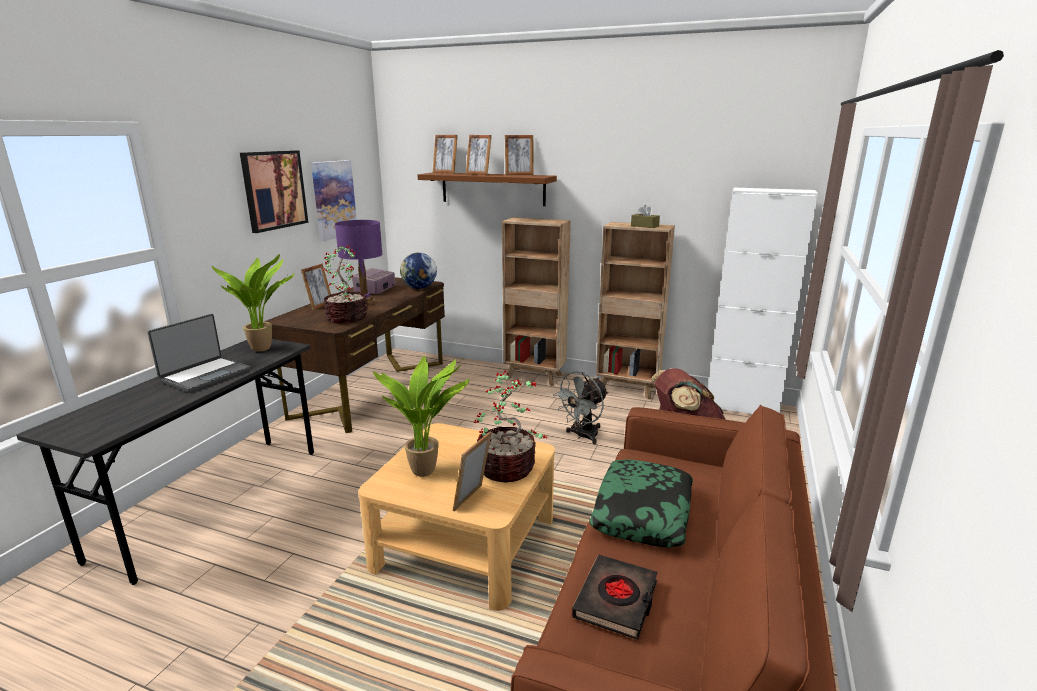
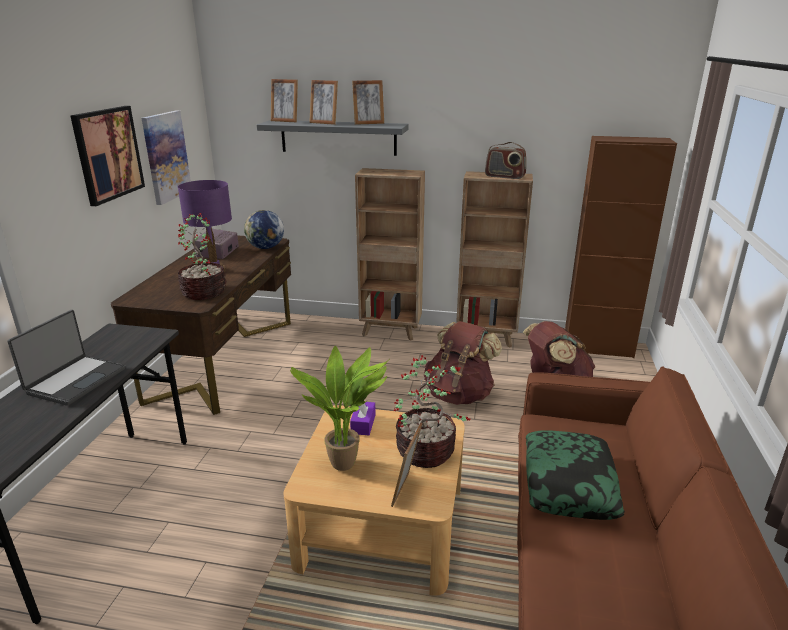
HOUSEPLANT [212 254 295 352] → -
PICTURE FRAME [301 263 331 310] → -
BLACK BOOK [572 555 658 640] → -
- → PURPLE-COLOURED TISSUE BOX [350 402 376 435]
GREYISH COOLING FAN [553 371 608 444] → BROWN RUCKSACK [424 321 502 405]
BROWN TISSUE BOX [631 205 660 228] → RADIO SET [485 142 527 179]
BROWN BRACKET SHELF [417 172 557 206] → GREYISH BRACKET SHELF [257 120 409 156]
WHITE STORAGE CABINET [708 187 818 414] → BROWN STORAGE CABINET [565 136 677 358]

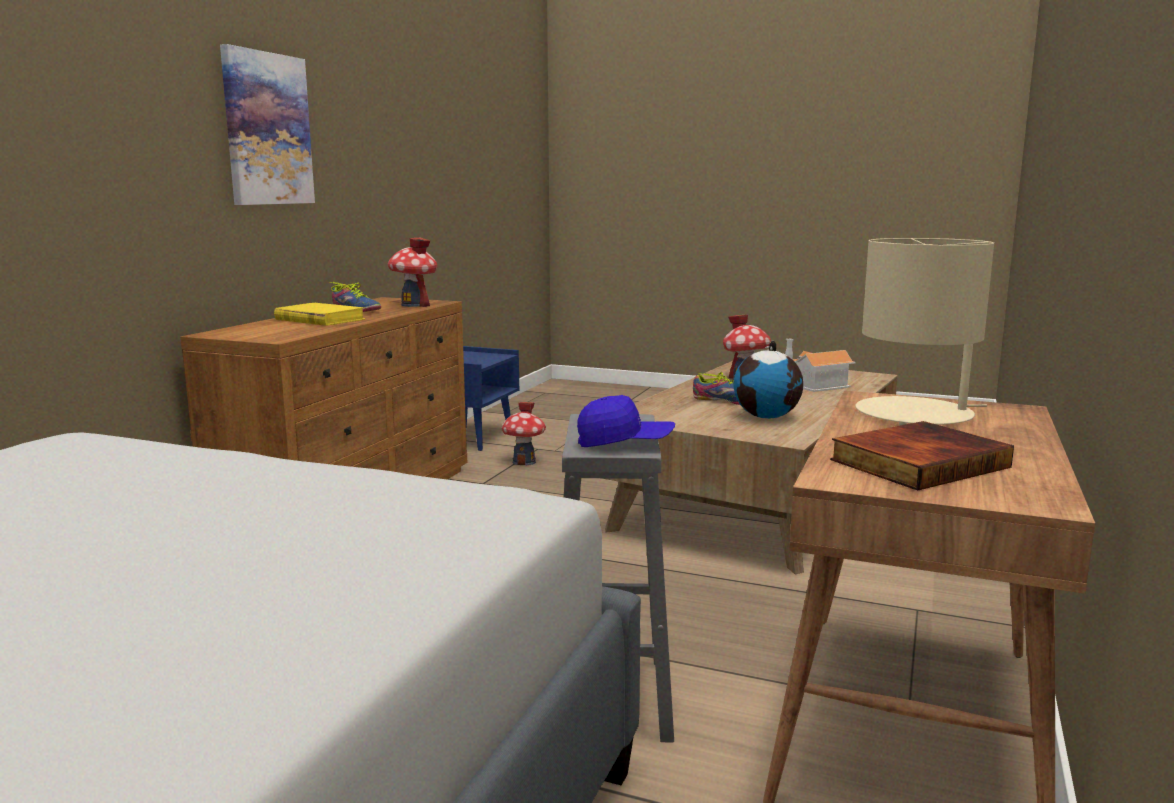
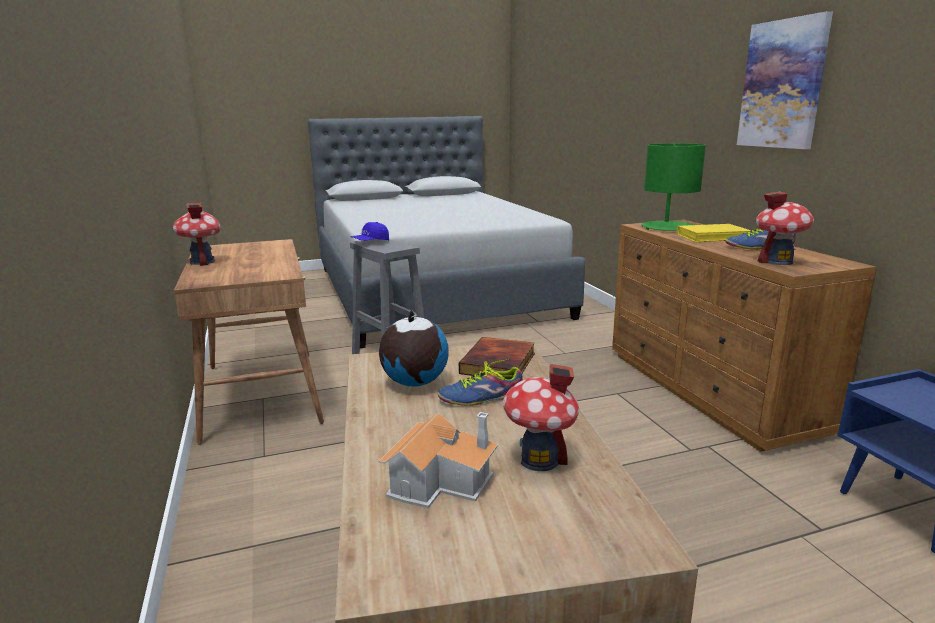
BEIGE LAMP FOR A TABLE [855 238 994 426] → -
- → GREEN LAMP FOR A TABLE [641 143 706 231]
MODEL HOUSE [502 402 546 466] → MODEL HOUSE [172 203 221 266], moved
BOOK [830 421 1014 491] → BOOK [459 337 535 376], moved

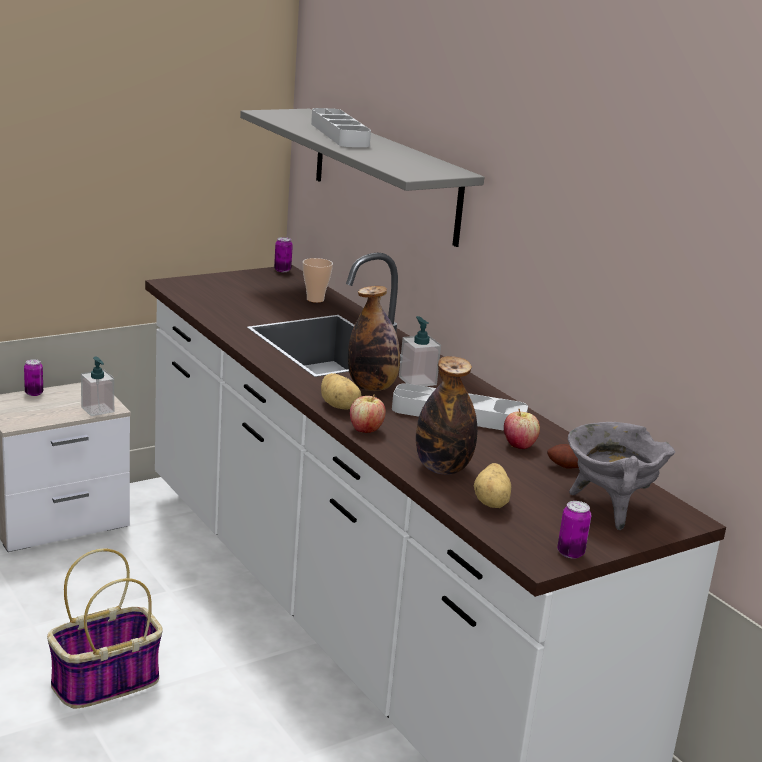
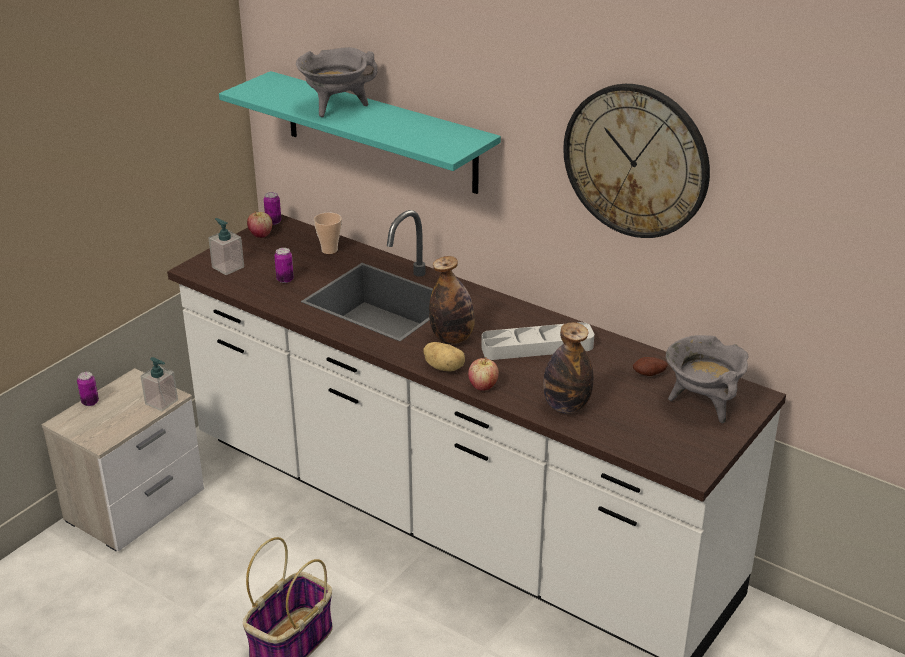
WHOLE POTATO [474 463 511 508] → -
- → CLOCK ON THE WALL [563 84 710 238]
SOAP DISPENSER [399 316 441 386] → SOAP DISPENSER [208 218 244 275], moved
APPLE [504 409 540 449] → APPLE [247 211 272 238], moved
METAL CAN [557 501 591 559] → METAL CAN [274 248 294 283], moved
GREYISH SERVING TRAY [311 108 371 147] → GREYISH STOCKPOT [296 47 378 117]
GREYISH BRACKET SHELF [240 109 484 247] → TURQUOISE-COLOURED BRACKET SHELF [219 71 501 194]

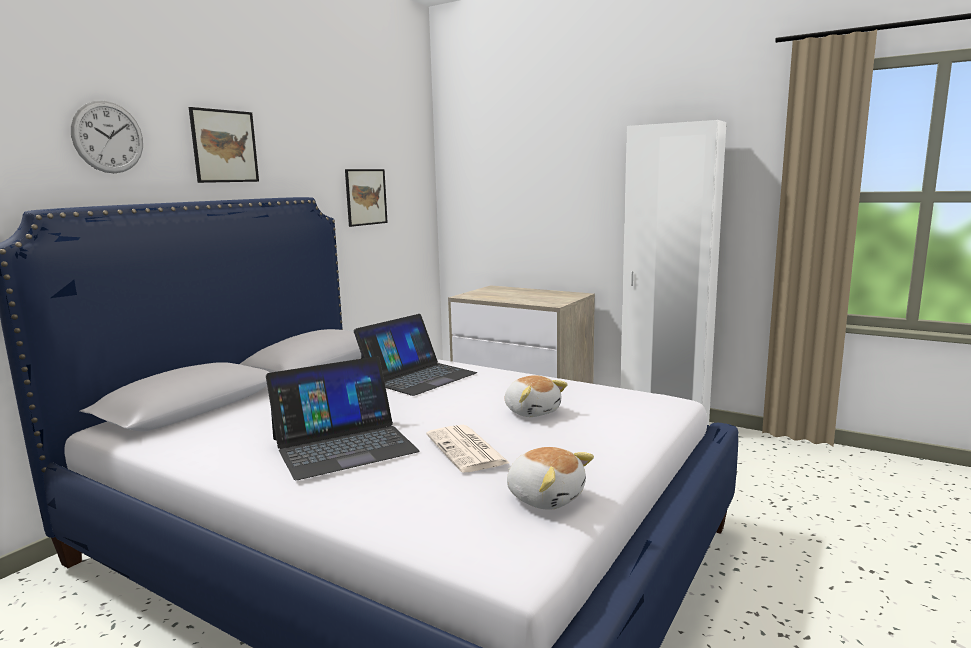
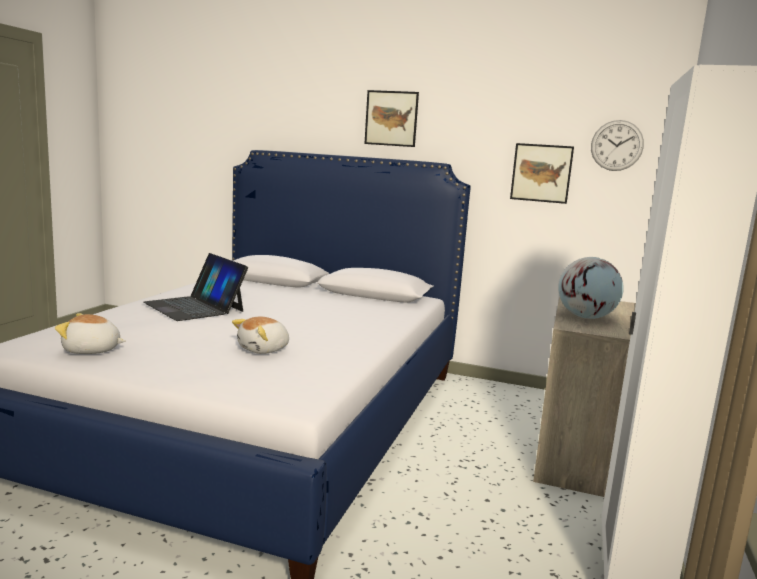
NOTEBOOK COMPUTER [353 314 477 396] → -
DAILY PAPER [426 425 511 473] → -
- → WORLD GLOBE [558 257 624 319]
CLOCK ON THE WALL [71 100 143 173] → CLOCK ON THE WALL [591 120 644 171], moved
PLUSH TOY [507 447 594 510] → PLUSH TOY [55 313 125 354], 60 degrees clockwise

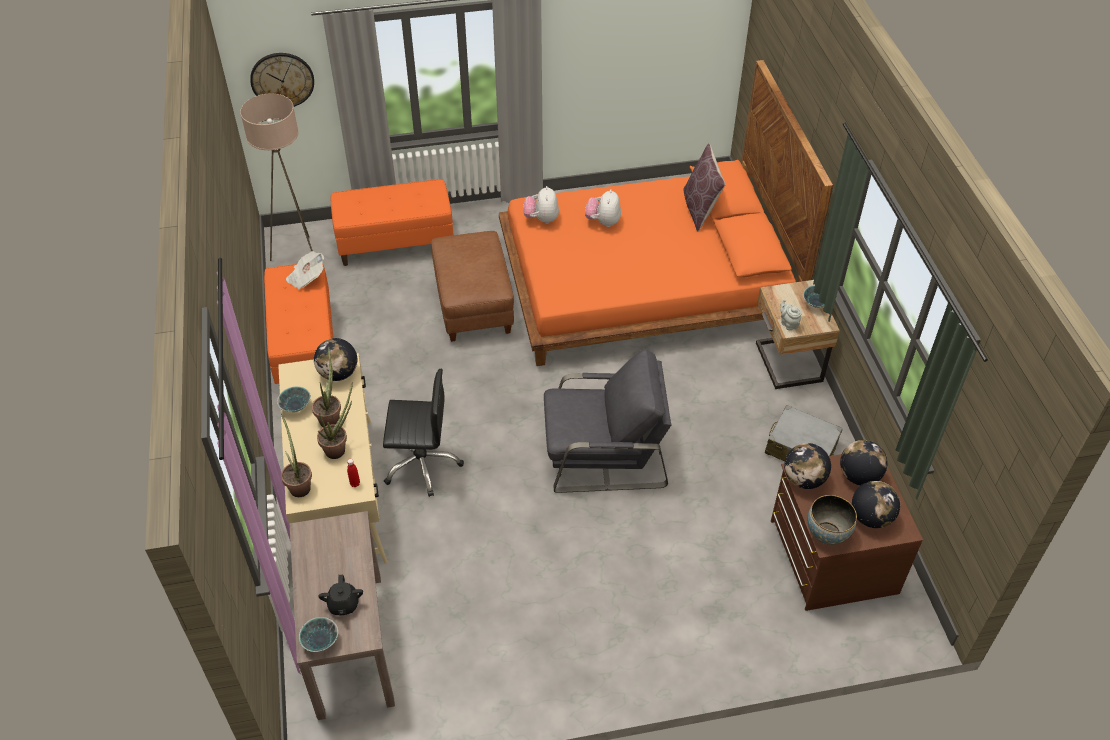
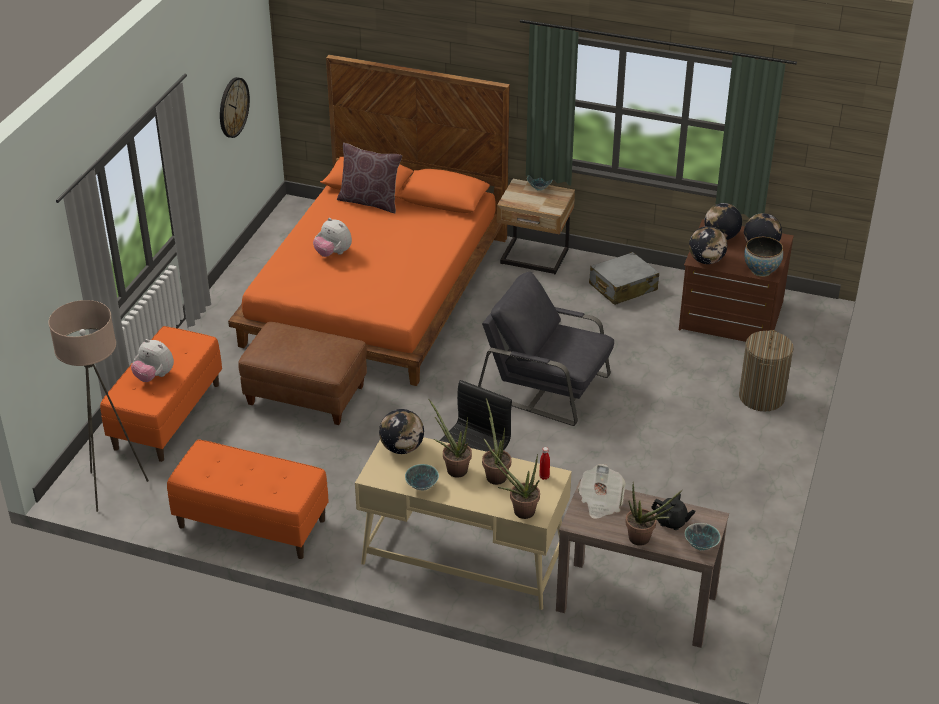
GREYISH TEA POT [780 299 801 330] → -
- → HOUSEPLANT [625 483 682 546]
- → WASHING BASKET [739 330 794 411]
CLOCK ON THE WALL [250 53 314 107] → CLOCK ON THE WALL [220 77 250 138], moved
DAILY PAPER [286 251 324 290] → DAILY PAPER [578 464 626 519], moved
PLUSH TOY [523 186 559 224] → PLUSH TOY [131 339 174 382], moved
GREYISH LOUNGE CHAIR [544 349 672 493] → GREYISH LOUNGE CHAIR [478 271 614 426], 90 degrees counterclockwise

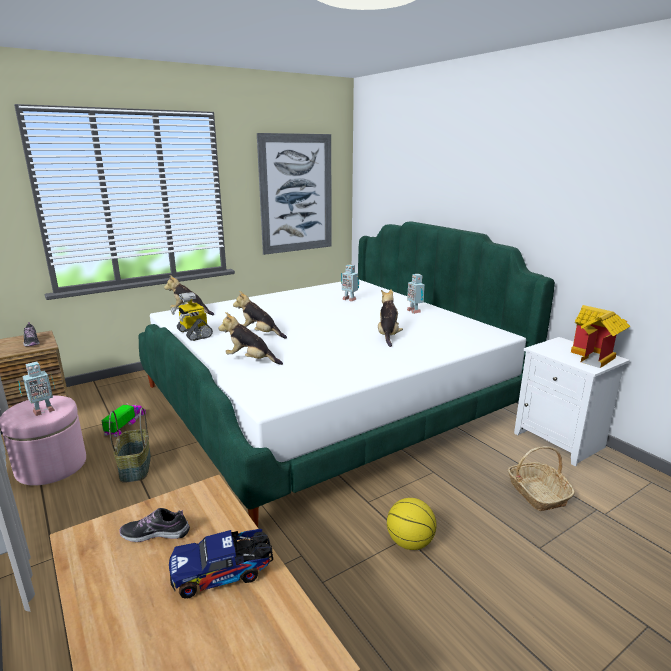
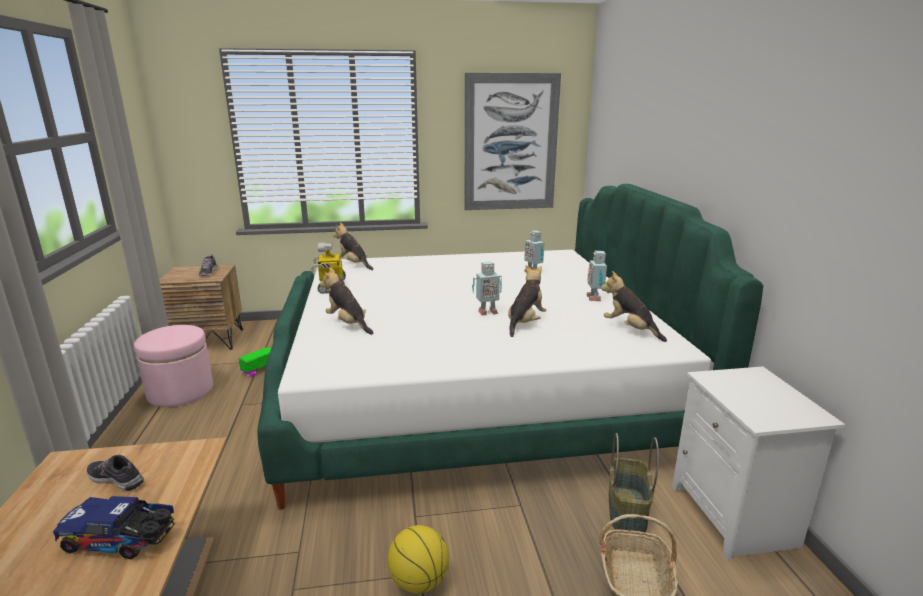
MODEL HOUSE [571 305 630 368] → -
TOY ROBOT [18 361 55 416] → TOY ROBOT [472 261 502 315], moved
HOUSEHOLD BASKET [109 407 151 483] → HOUSEHOLD BASKET [609 433 659 532], moved
PLUSH TOY [233 291 287 339] → PLUSH TOY [601 271 667 342], moved

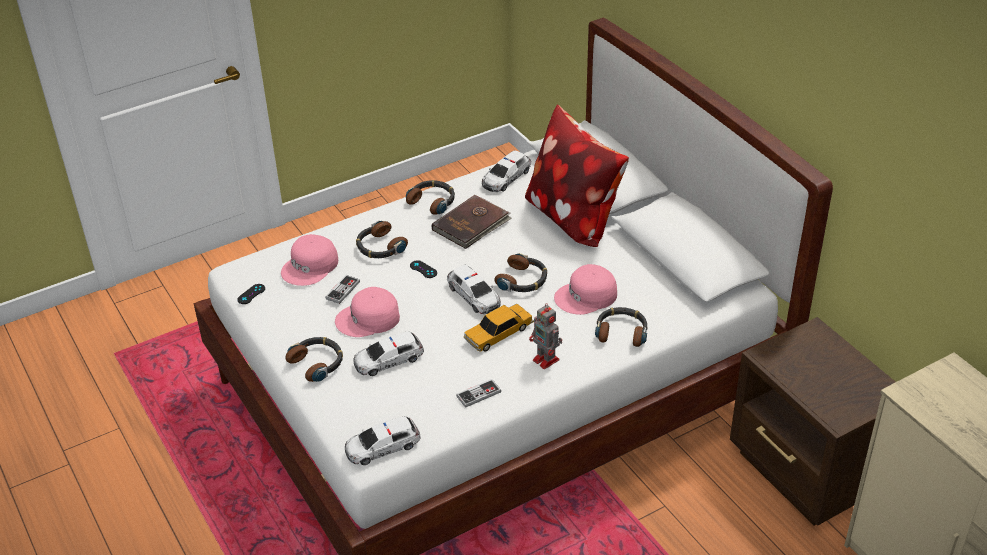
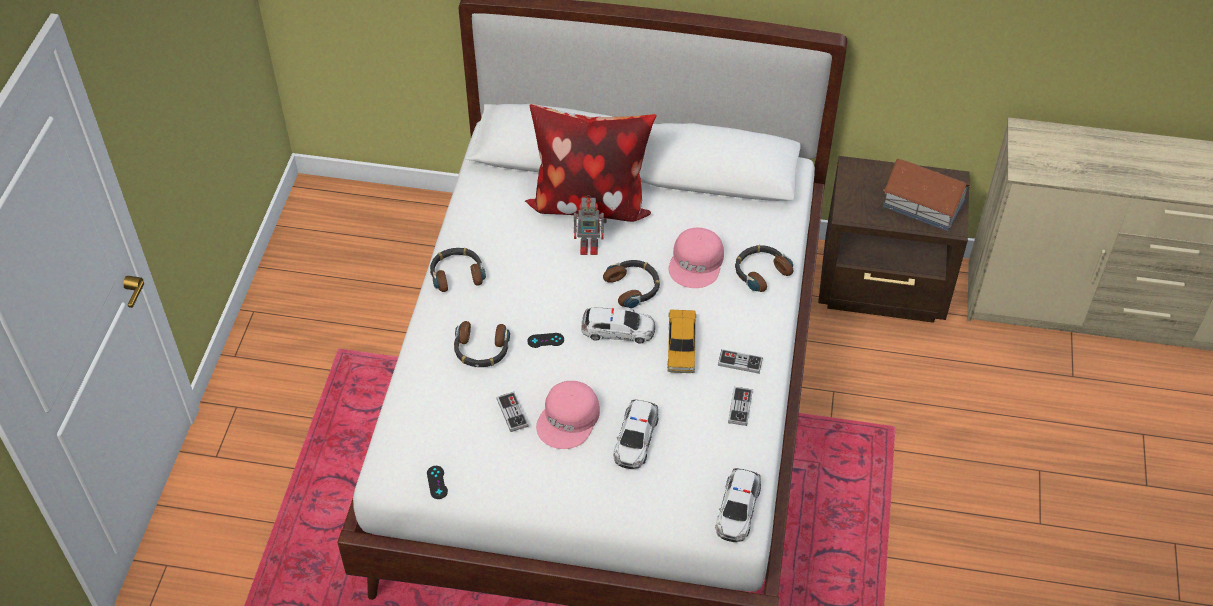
PINK CAP [281 234 338 286] → -
HEADPHONES [285 337 343 382] → -
BROWN BOOK [432 195 512 249] → -
MODEL CAR [482 151 531 192] → -
- → GAME CONTROLLER [718 349 763 374]
- → MODEL HOUSE [883 159 971 231]
TOY ROBOT [529 303 562 369] → TOY ROBOT [574 195 607 255], moved

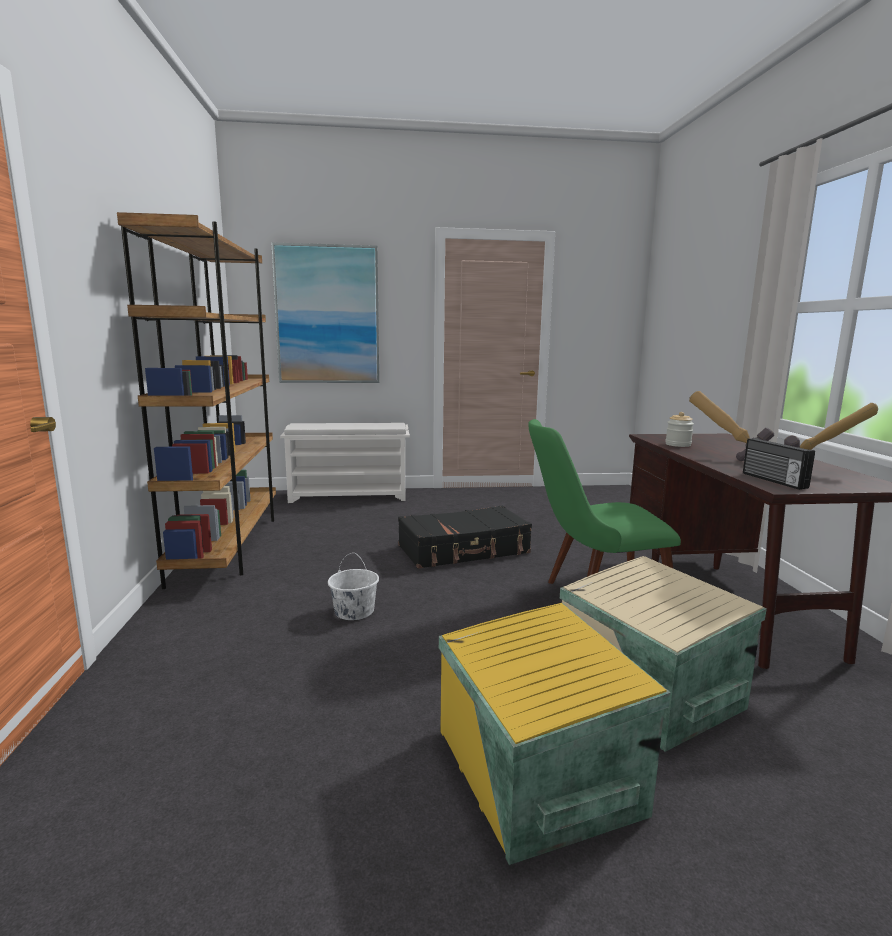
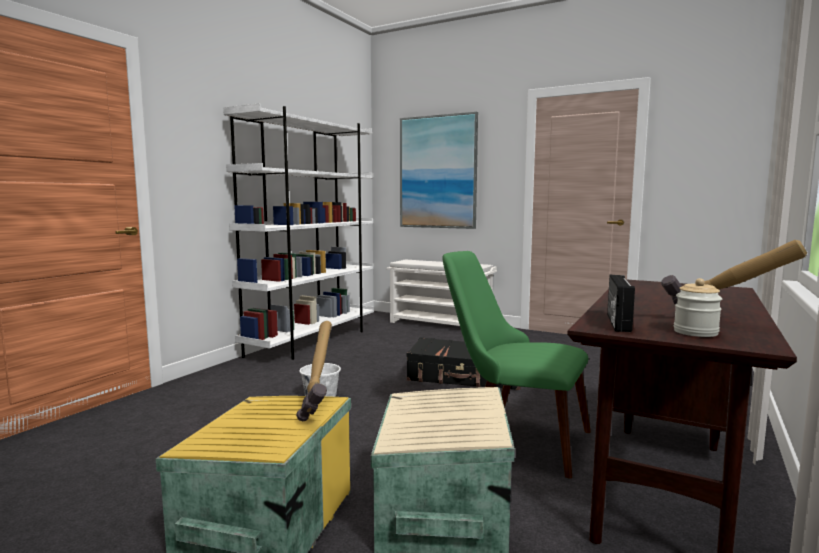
STORAGE JAR [665 412 694 447] → STORAGE JAR [674 278 722 337], moved
TOOL HAMMER [689 391 774 461] → TOOL HAMMER [296 321 332 421], moved
BROWN SHELVING UNIT [117 212 276 589] → WHITE SHELVING UNIT [223 103 374 360]

